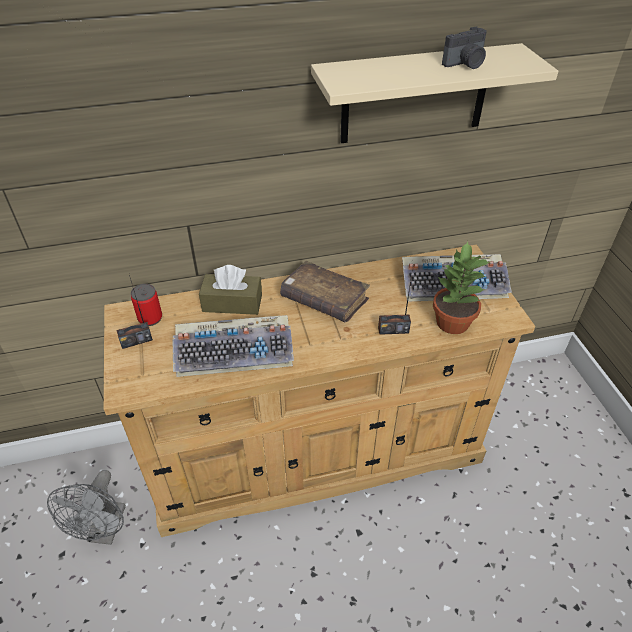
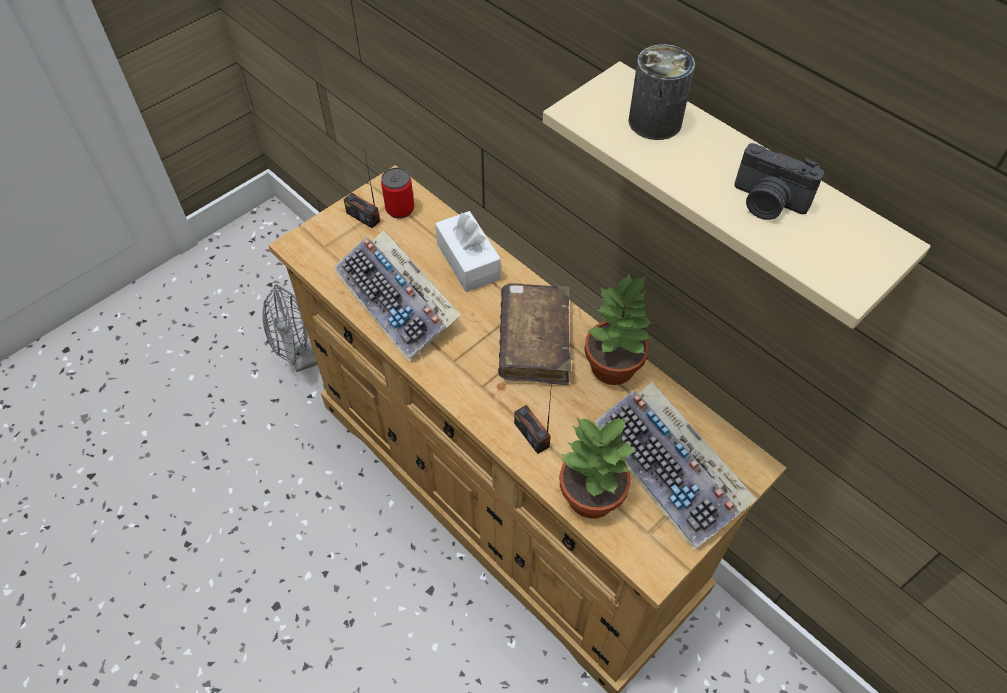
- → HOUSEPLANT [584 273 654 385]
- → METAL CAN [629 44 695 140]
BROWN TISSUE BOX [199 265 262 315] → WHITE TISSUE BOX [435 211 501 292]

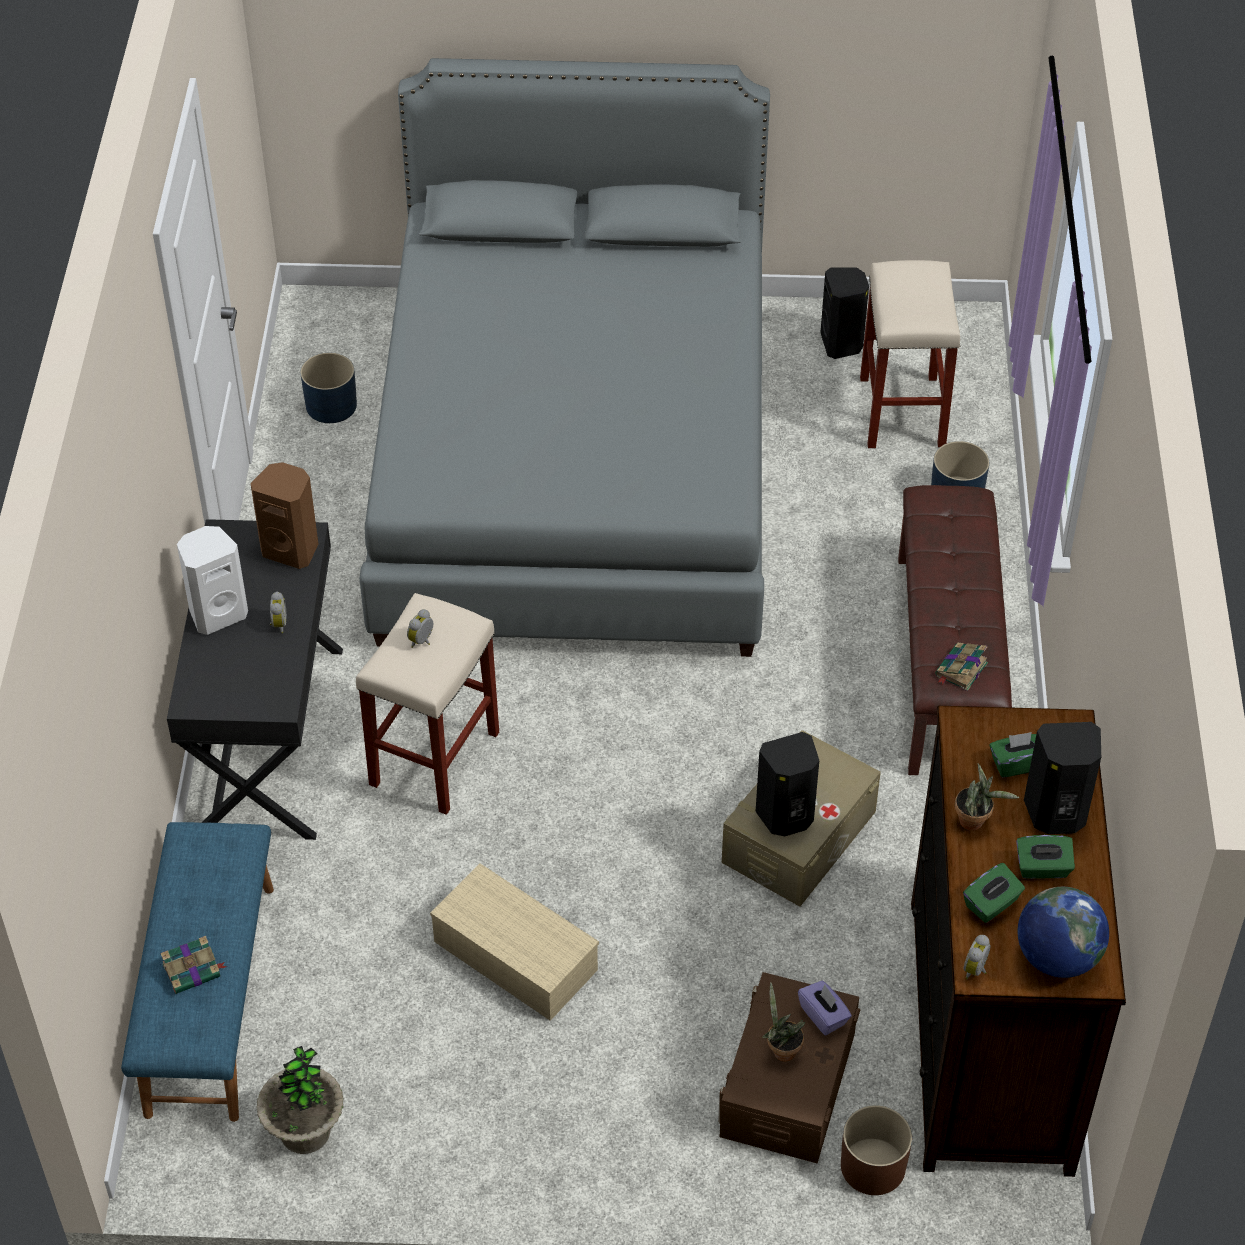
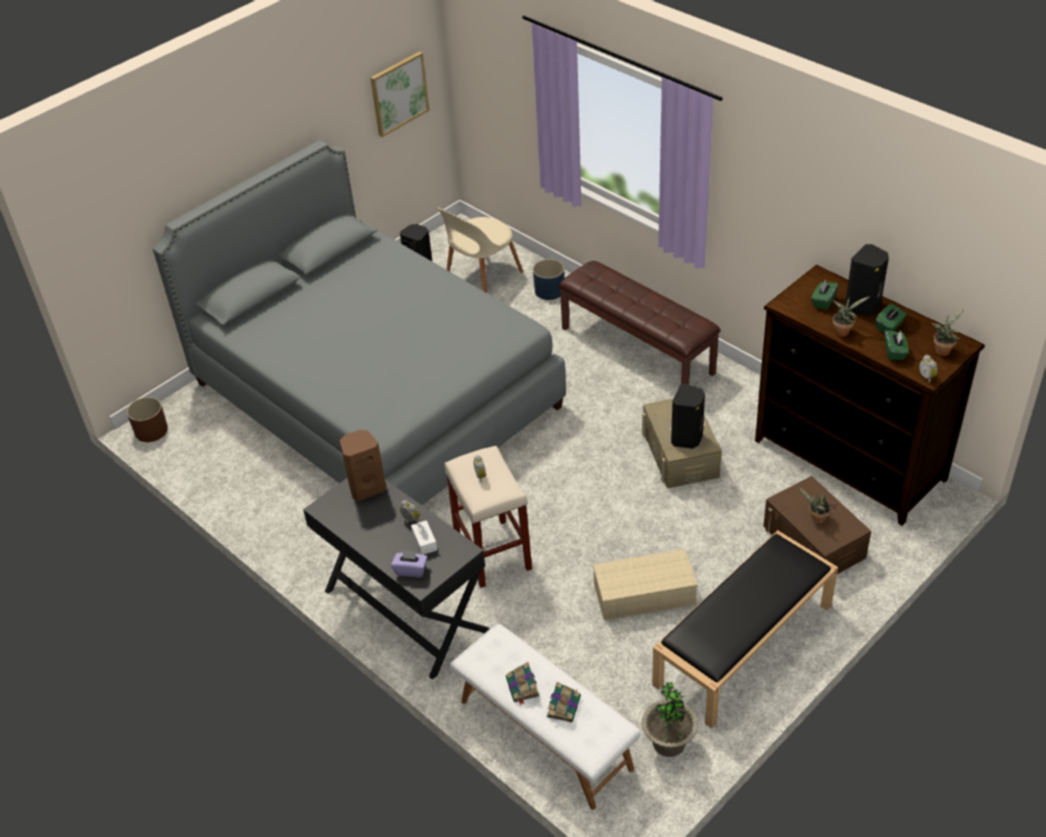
WHITE SPEAKER [177 526 248 635] → -
BLUE-COLOURED PLANT POT [300 353 357 423] → -
- → PICTURE [371 51 430 137]
- → WHITE TISSUE BOX [411 520 437 555]
- → BLACK BENCH [652 530 838 729]
PURPLE-COLOURED TISSUE BOX [798 981 852 1035] → PURPLE-COLOURED TISSUE BOX [391 550 428 578], moved
BROWN PLANT POT [841 1105 912 1195] → BROWN PLANT POT [127 397 168 442], moved
BOOK [935 643 988 691] → BOOK [506 662 540 706], moved
BEIGE STOOL SEAT [860 260 960 448] → BEIGE PLAIN CHAIR [437 207 523 293]
WORLD GLOBE [1017 887 1109 978] → HOUSEPLANT [931 309 965 356]
BLUE-COLOURED BENCH [121 822 274 1122] → WHITE BENCH [450 623 641 810]

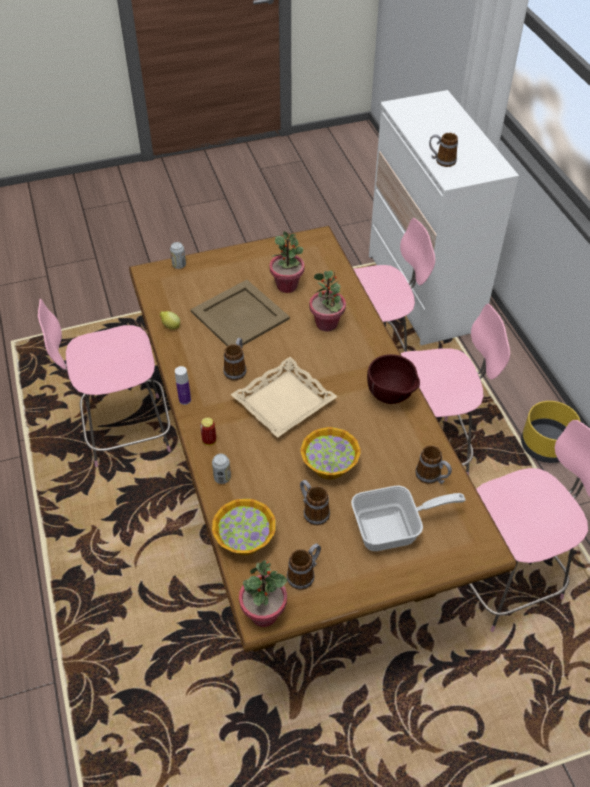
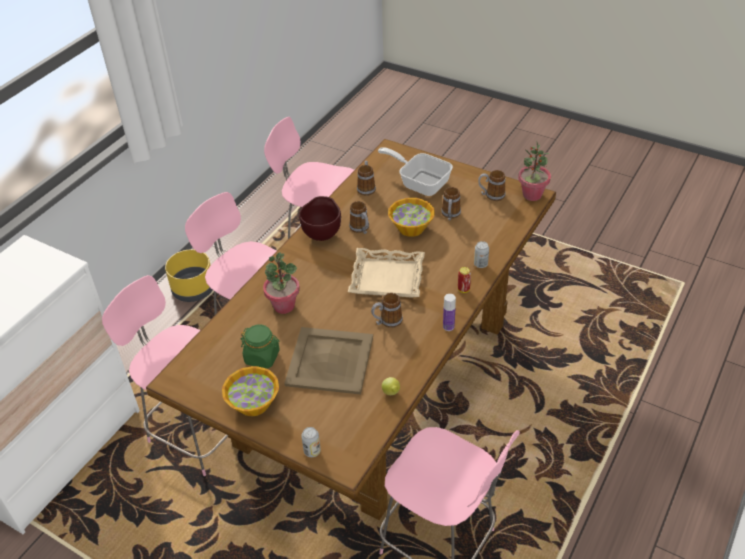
BOWL [212 499 276 555] → BOWL [222 366 279 416], moved
TEA MUG [429 133 458 167] → TEA MUG [349 201 369 234], moved
HOUSEPLANT [269 231 305 293] → GREEN STORAGE JAR [240 324 280 369]

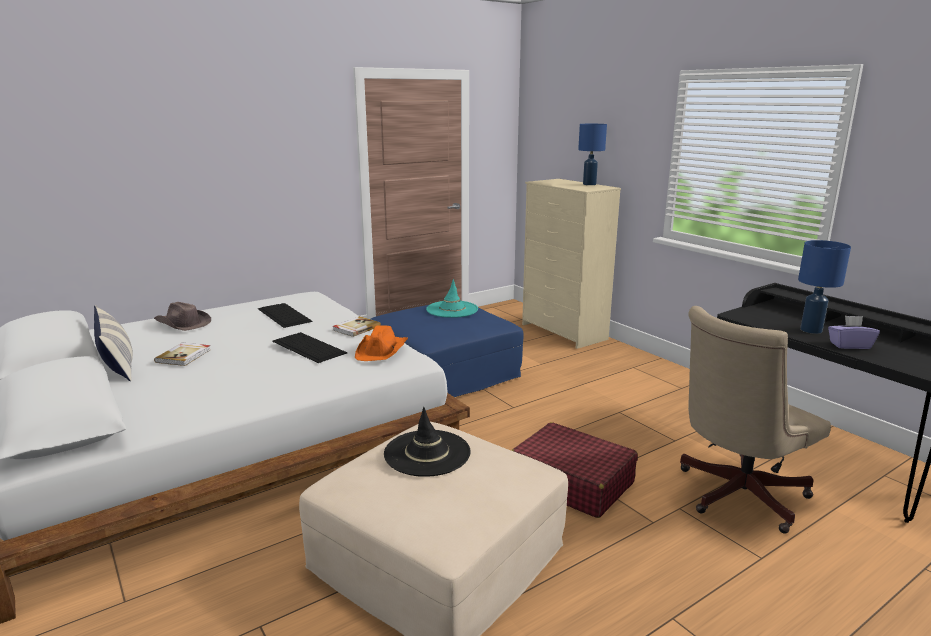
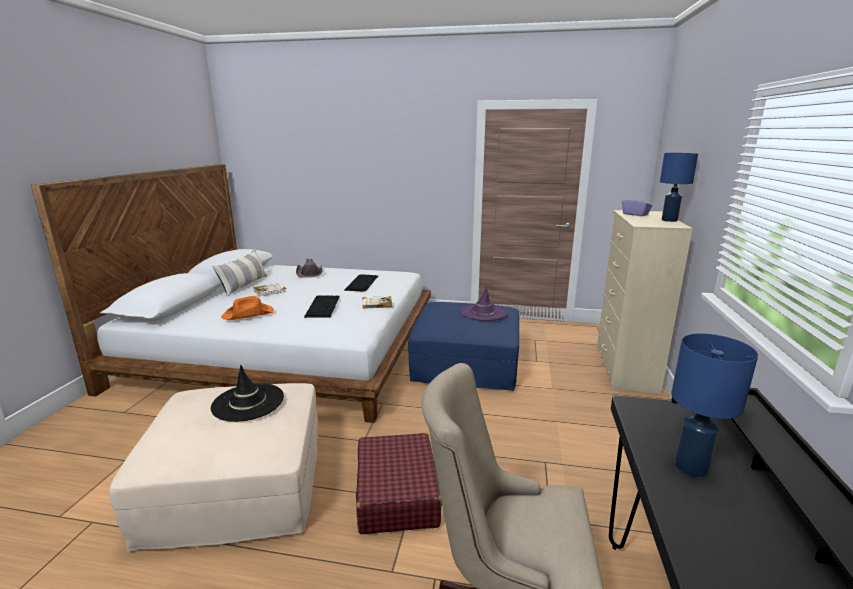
ORANGE WEARABLE HAT [355 325 408 361] → ORANGE WEARABLE HAT [221 296 274 320], moved
PURPLE-COLOURED TISSUE BOX [828 316 880 349] → PURPLE-COLOURED TISSUE BOX [622 195 652 216], moved
TURQUOISE-COLOURED WEARABLE HAT [426 279 478 318] → PURPLE-COLOURED WEARABLE HAT [460 287 507 321]

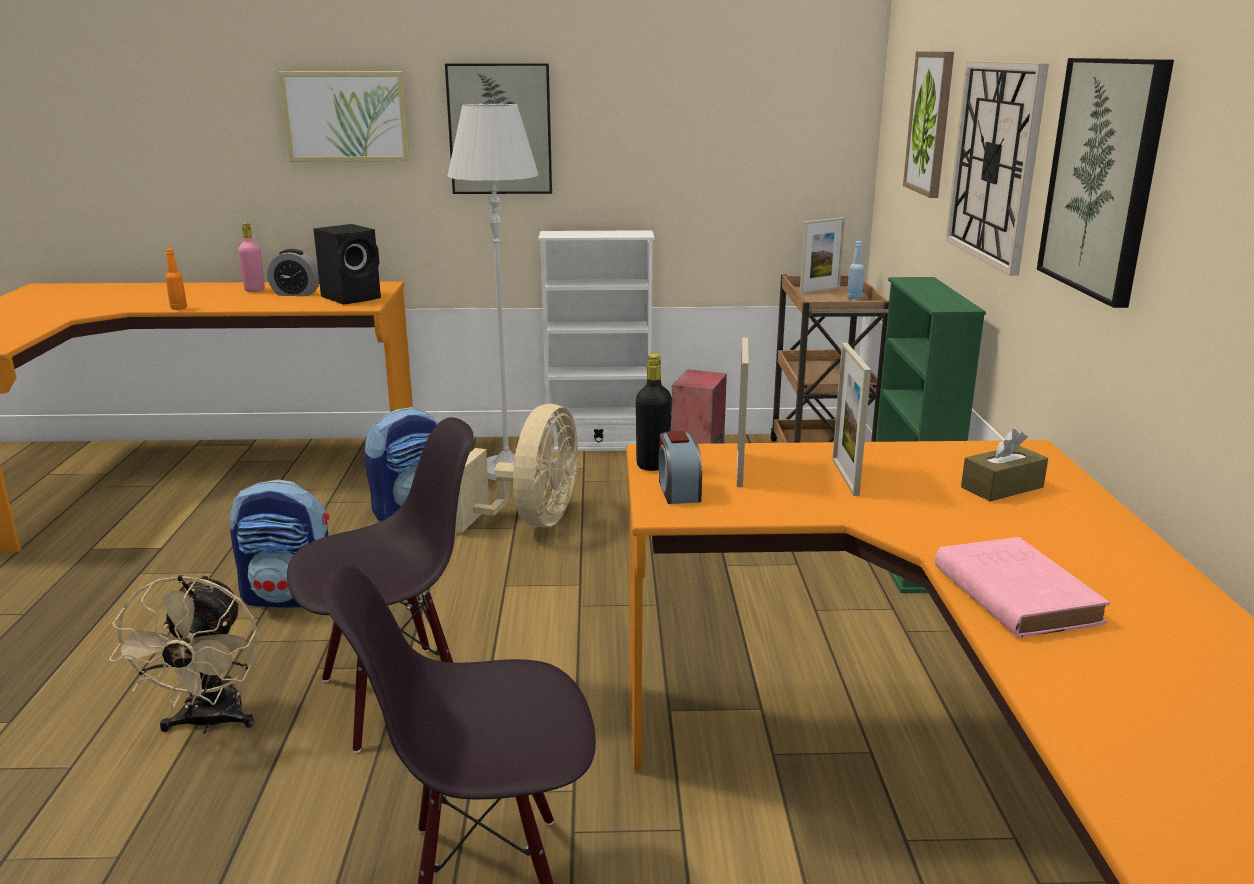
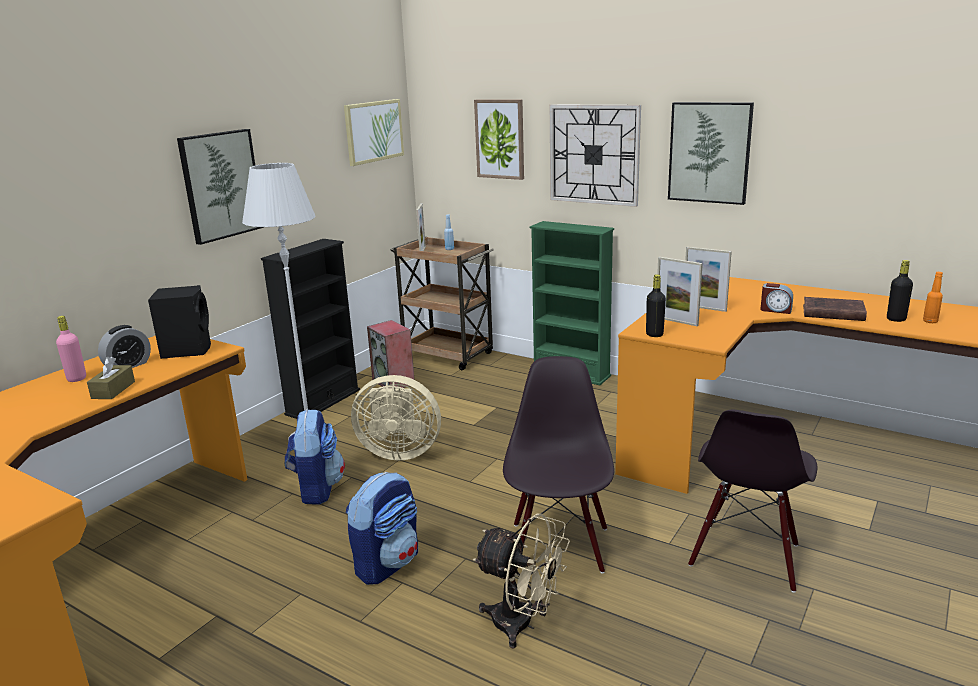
- → BLACK DRINK BOTTLE [887 260 913 322]
ORANGE DRINK BOTTLE [166 248 187 310] → ORANGE DRINK BOTTLE [923 272 943 323], moved
PICTURE [278 71 410 162] → PICTURE [344 99 404 166], moved
TABLE CLOCK [659 431 702 504] → TABLE CLOCK [760 283 793 314], moved
BROWN TISSUE BOX [961 429 1048 502] → BROWN TISSUE BOX [87 357 135 399], moved
WHITE SHELVING UNIT [538 230 655 452] → BLACK SHELVING UNIT [261 239 360 419]
PINK BOOK [935 537 1110 638] → BROWN BOOK [803 297 867 321]
BEIGE COOLING FAN [455 404 578 532] → BEIGE COOLING FAN [351 375 441 461], 135 degrees clockwise

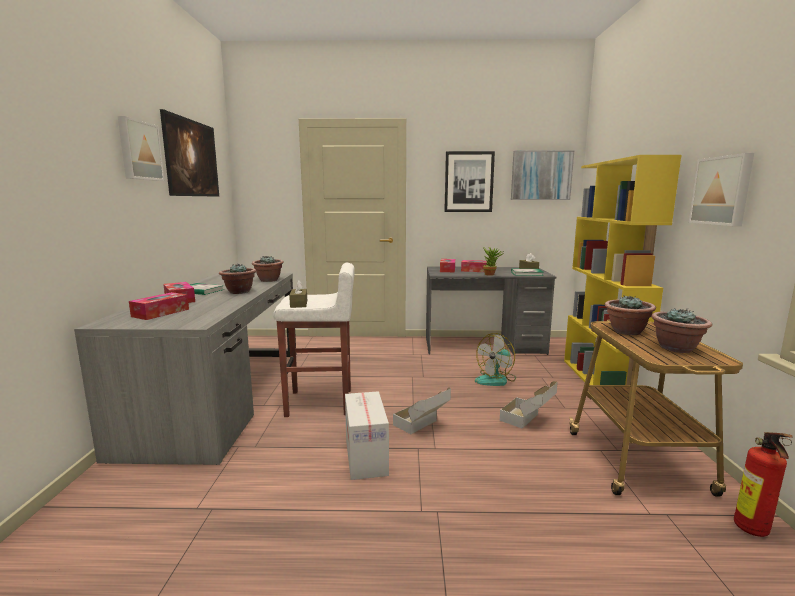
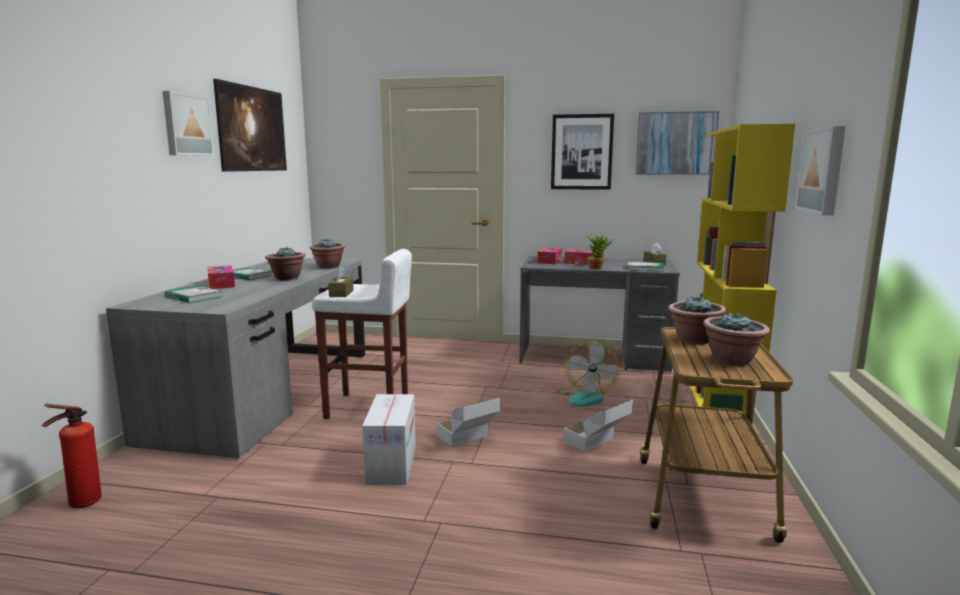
EXTINGUISHER [734 432 793 537] → EXTINGUISHER [42 404 102 508], moved
TISSUE BOX [129 292 189 320] → BOOK [165 286 223 303]
COOLING FAN [475 333 516 386] → COOLING FAN [557 340 621 406], 45 degrees counterclockwise

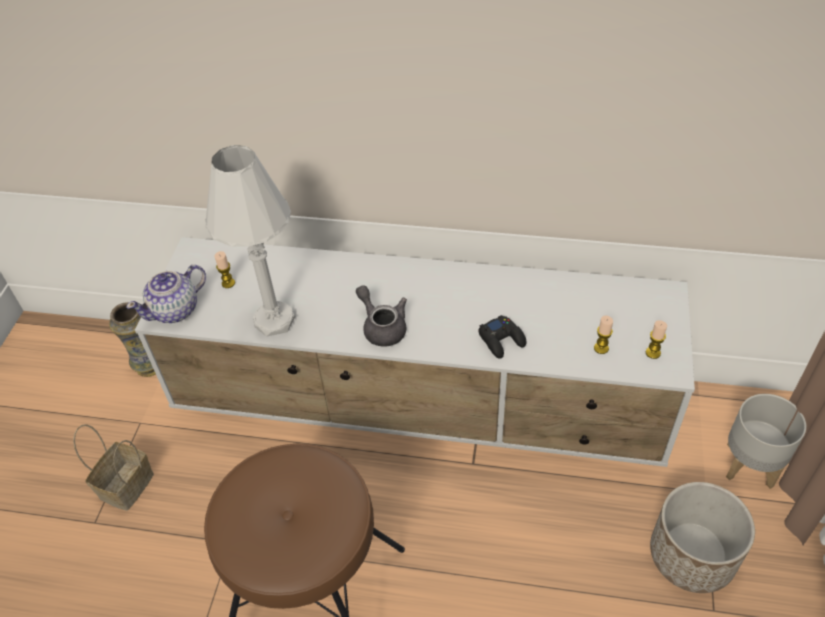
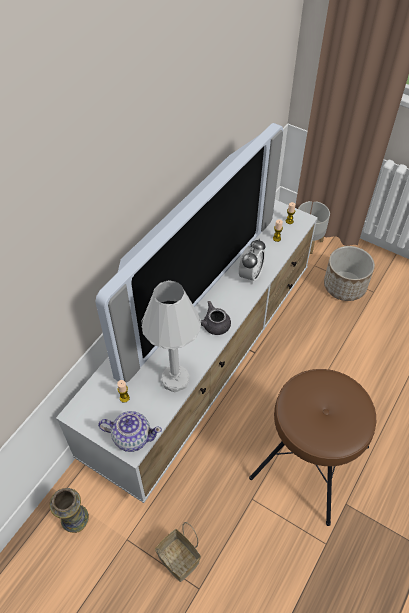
- → TELEVISION [95 123 283 383]
BLACK GAME CONTROLLER [478 315 527 359] → TABLE CLOCK [239 239 266 284]
TEA POT [126 265 206 323] → TEA POT [98 411 162 452], 60 degrees counterclockwise

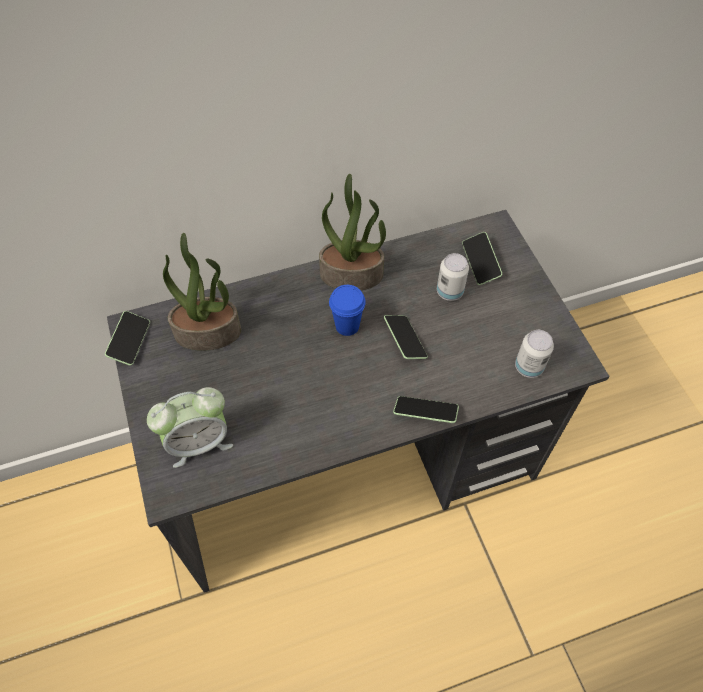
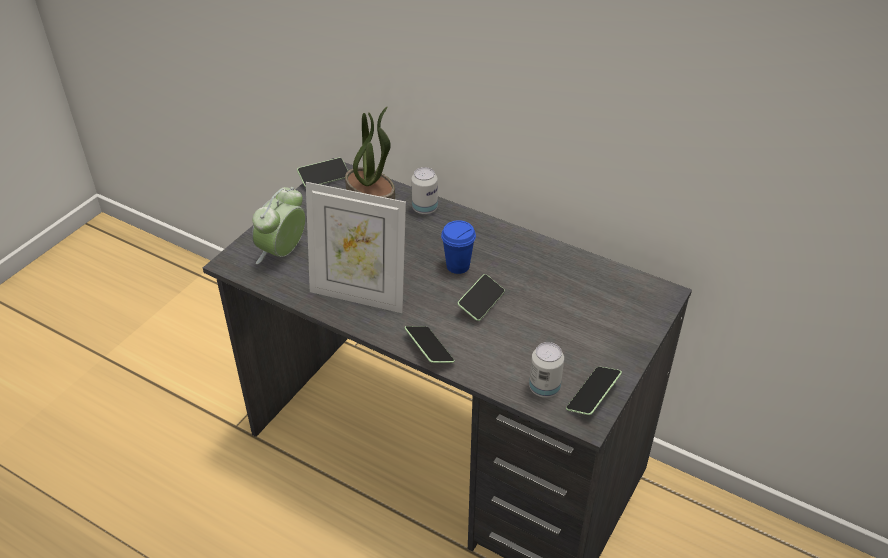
HOUSEPLANT [319 174 386 290] → -
- → PICTURE FRAME [306 182 406 313]
METAL CAN [437 253 469 301] → METAL CAN [412 167 438 215], moved
PHONE [462 232 502 285] → PHONE [566 366 622 415], moved
TABLE CLOCK [147 387 233 468] → TABLE CLOCK [252 187 306 264], 90 degrees clockwise

